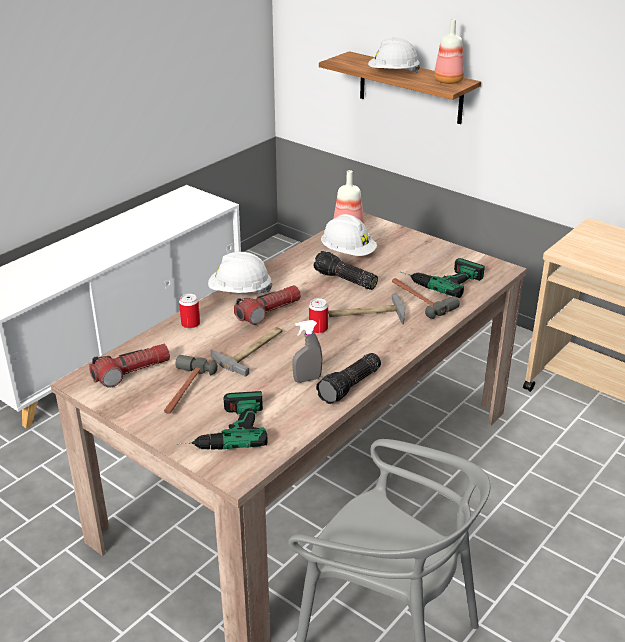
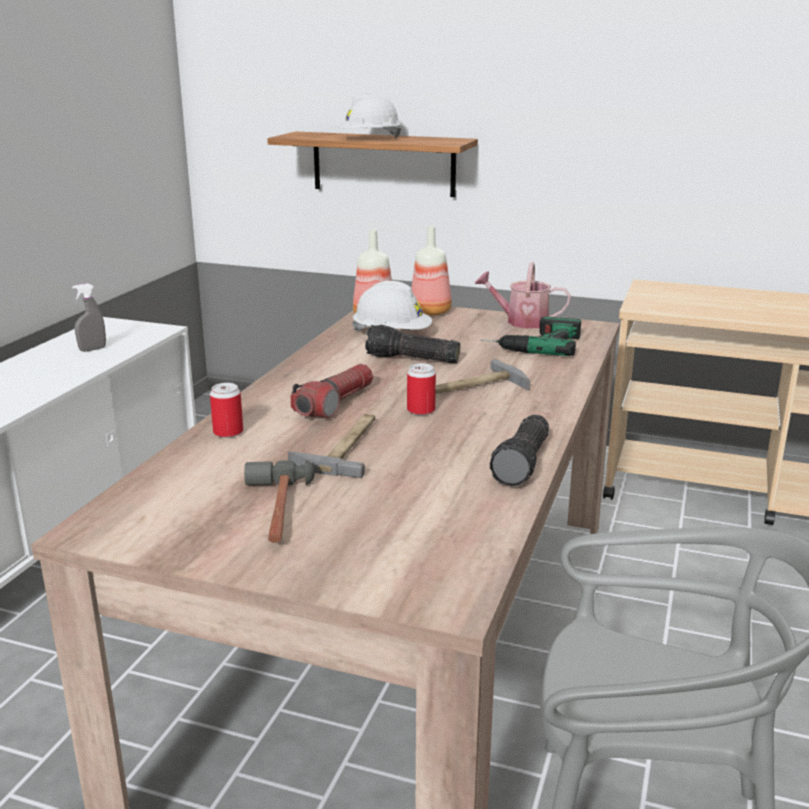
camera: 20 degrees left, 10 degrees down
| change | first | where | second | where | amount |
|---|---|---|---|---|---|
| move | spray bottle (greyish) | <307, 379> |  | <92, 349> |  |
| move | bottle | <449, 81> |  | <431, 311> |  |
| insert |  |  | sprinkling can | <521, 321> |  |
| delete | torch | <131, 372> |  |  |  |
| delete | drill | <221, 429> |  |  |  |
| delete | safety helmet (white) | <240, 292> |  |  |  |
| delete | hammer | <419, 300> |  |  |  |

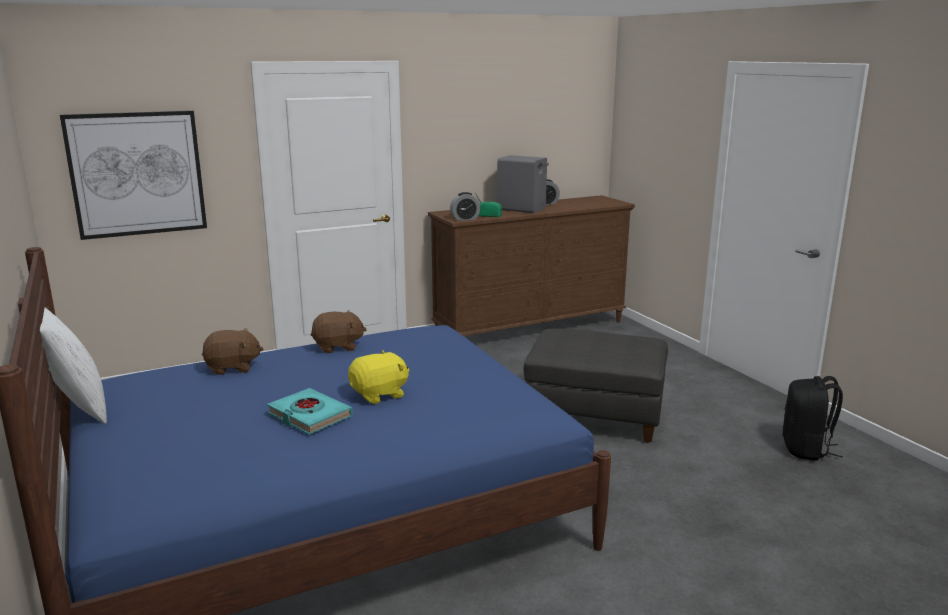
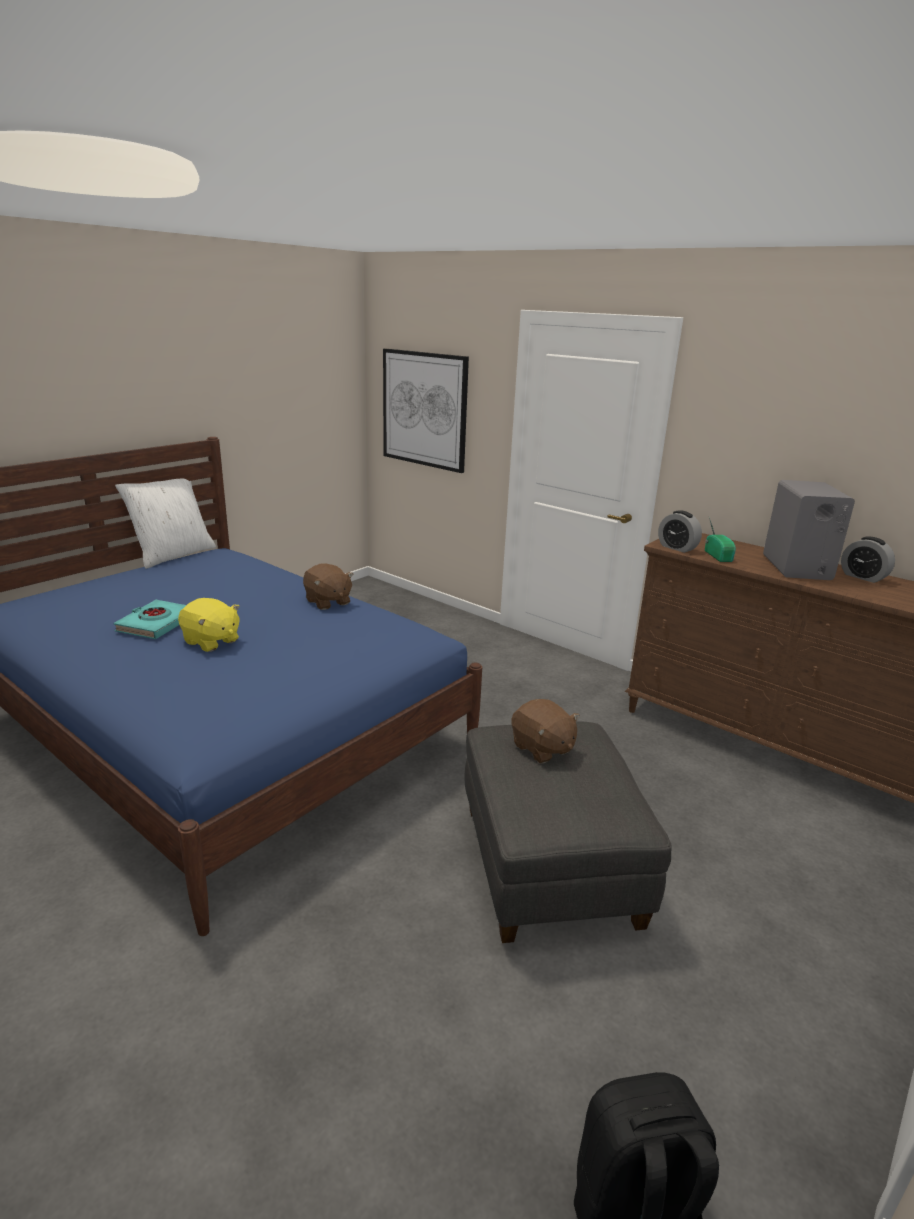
camera: 65 degrees right, 5 degrees up
| change | first | where | second | where | amount |
|---|---|---|---|---|---|
| move | cuddly toy (brown) | <232, 368> |  | <542, 748> |  |

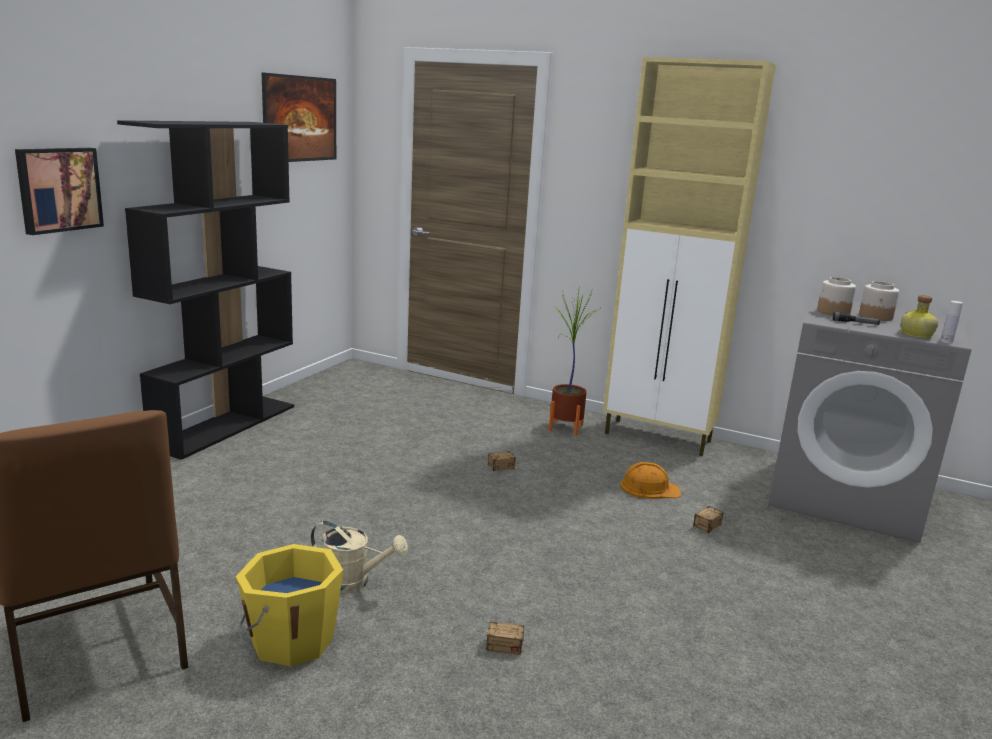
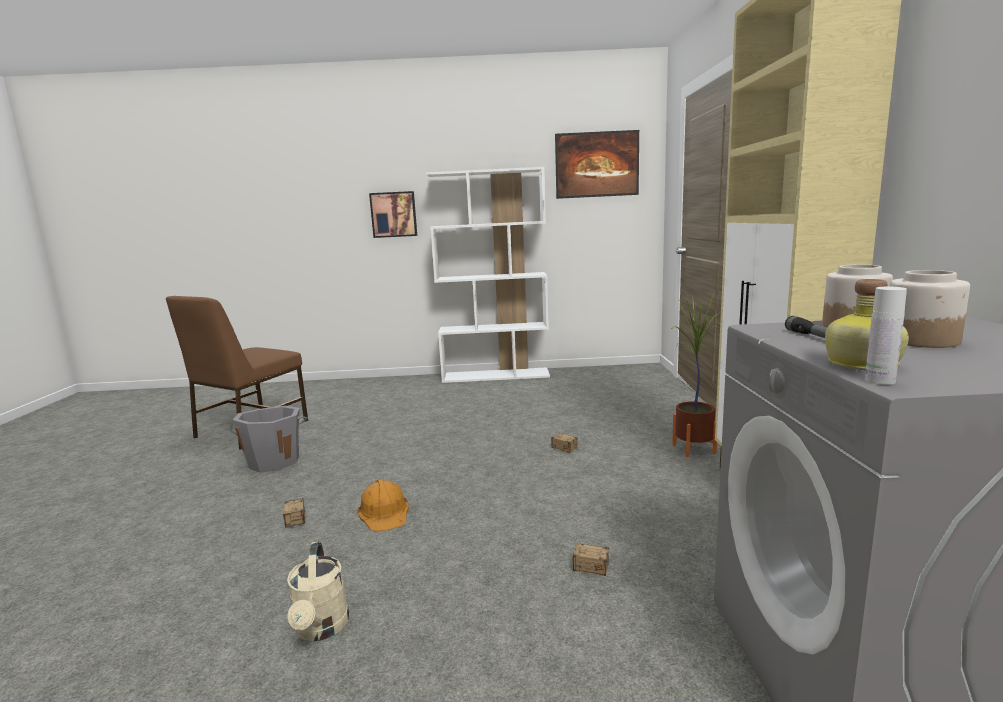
camera: 65 degrees right, 5 degrees down
| change | first | where | second | where | amount |
|---|---|---|---|---|---|
| recolor | water bucket (yellow-coloured) | <290, 640> | water bucket (greyish) | <274, 461> |  |
| move | sprinkling can (beige-coloured) | <354, 581> |  | <321, 629> |  |
| move | safety helmet (orange) | <649, 488> |  | <384, 512> |  |
| recolor | bookshelf (blackish) | <225, 425> | bookshelf (white) | <496, 375> |  |

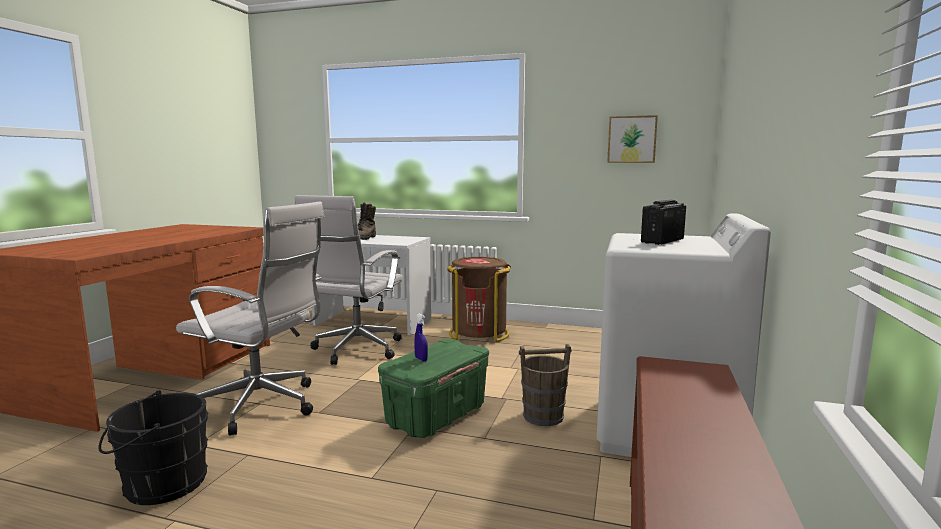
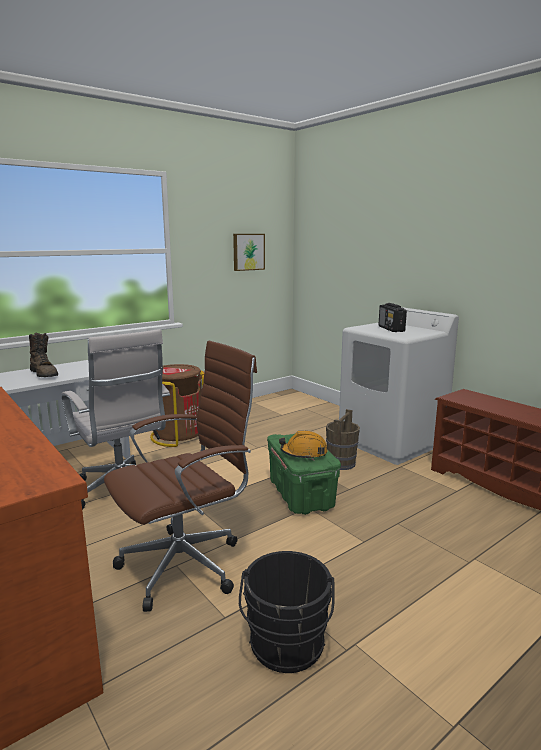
camera: 55 degrees left, 5 degrees up
| change | first | where | second | where | amount |
|---|---|---|---|---|---|
| recolor | office chair (white) | <264, 407> | office chair (brown) | <187, 564> |  |
| replace | spray bottle (blue-coloured) | <421, 359> | safety helmet (orange) | <304, 453> |  |

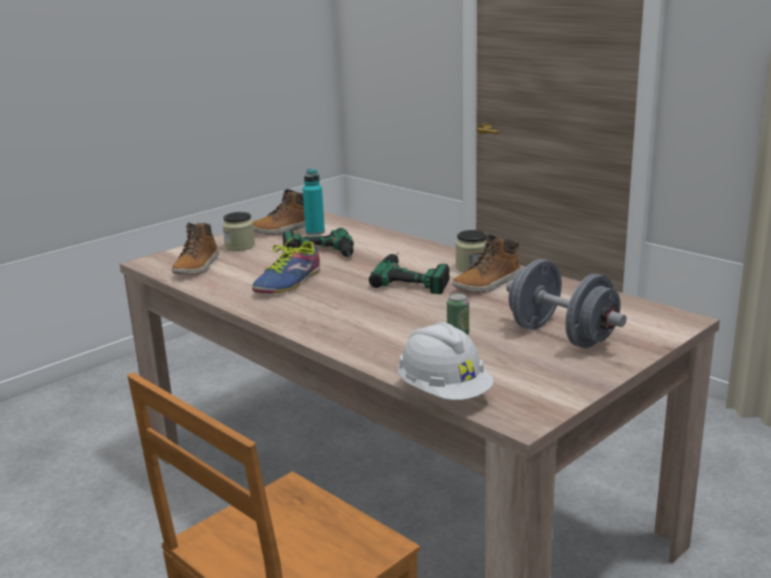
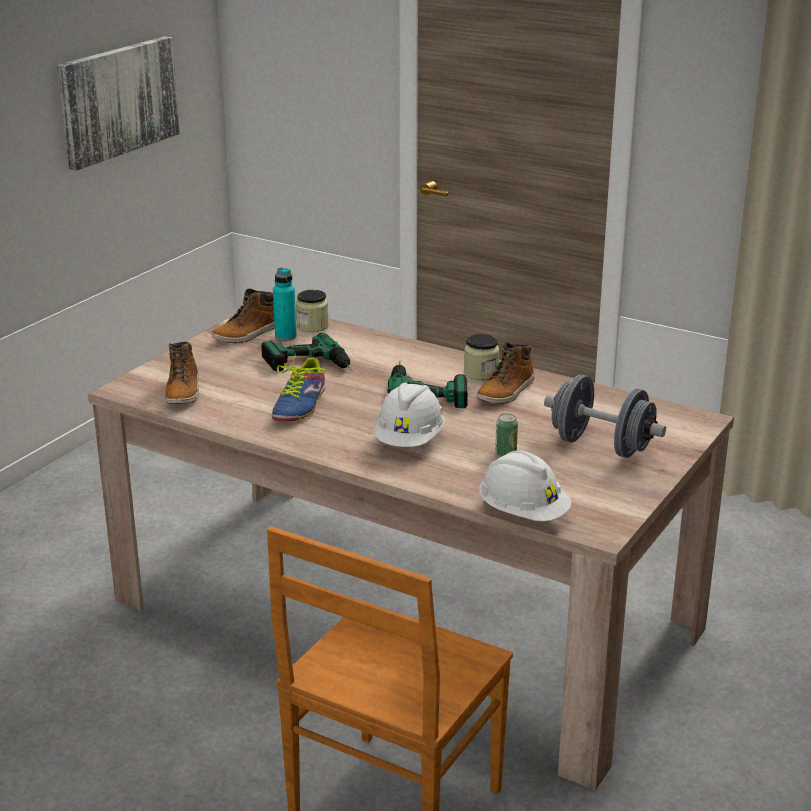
camera: 15 degrees left, 5 degrees up
| change | first | where | second | where | amount |
|---|---|---|---|---|---|
| insert |  |  | wall picture | <118, 100> |  |
| move | jar | <240, 246> |  | <312, 326> |  |
| insert |  |  | safety helmet (white) | <410, 441> |  |

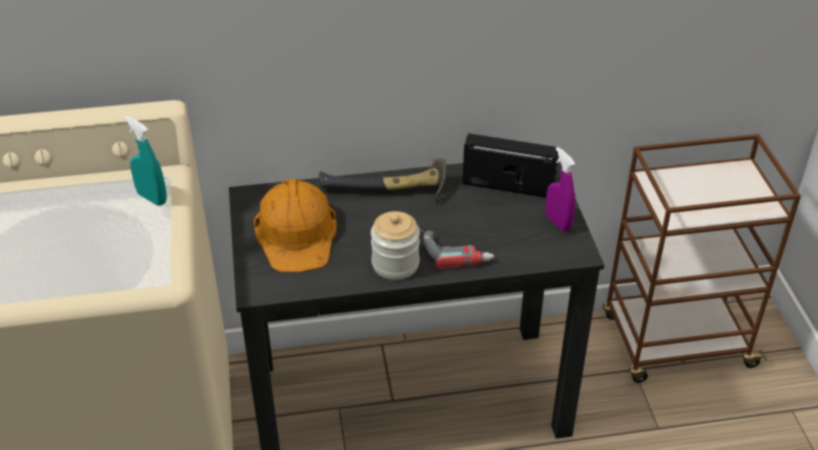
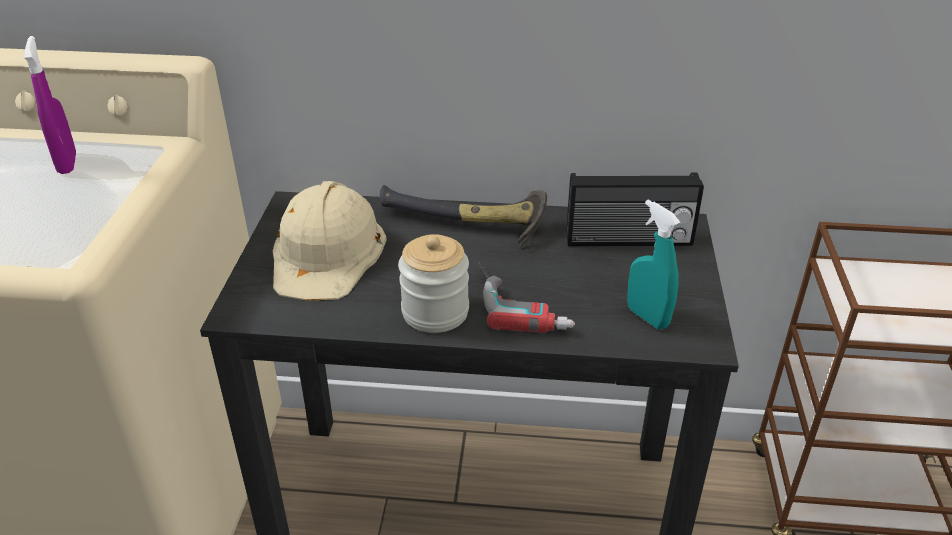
camera: 15 degrees right, 5 degrees down
| change | first | where | second | where | amount |
|---|---|---|---|---|---|
| move | spray bottle (purple-coloured) | <557, 223> |  | <67, 163> |  |
| recolor | safety helmet (orange) | <297, 232> | safety helmet (beige-coloured) | <327, 253> |  |
| rotate | radio receiver | <508, 184> |  | <629, 240> | 150 degrees clockwise |
| move | spray bottle (turquoise) | <152, 198> |  | <647, 317> |  |

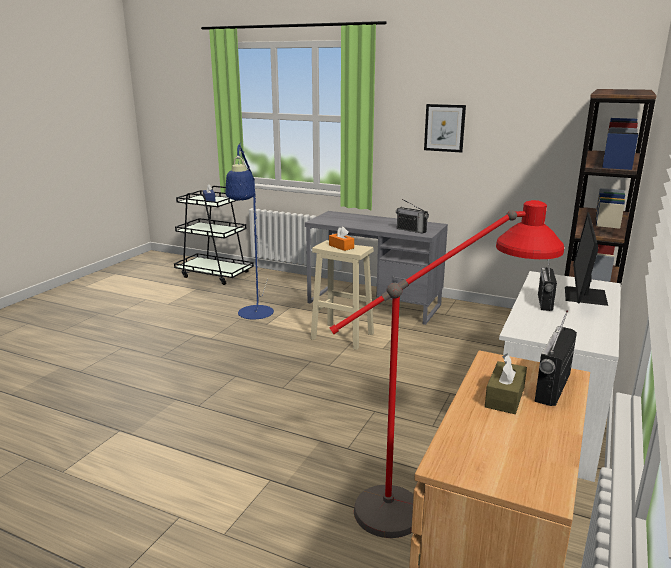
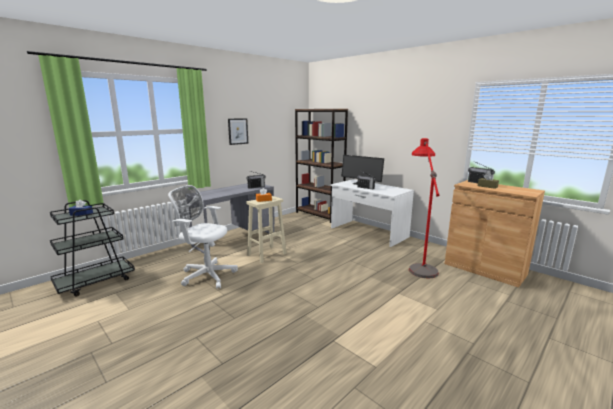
camera: 70 degrees left, 5 degrees down
| change | first | where | second | where | amount |
|---|---|---|---|---|---|
| replace | standard lamp (blue-coloured) | <254, 316> | office chair (white) | <206, 275> |  |

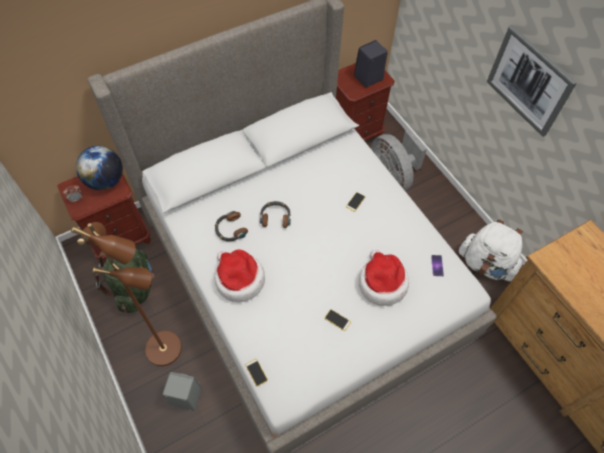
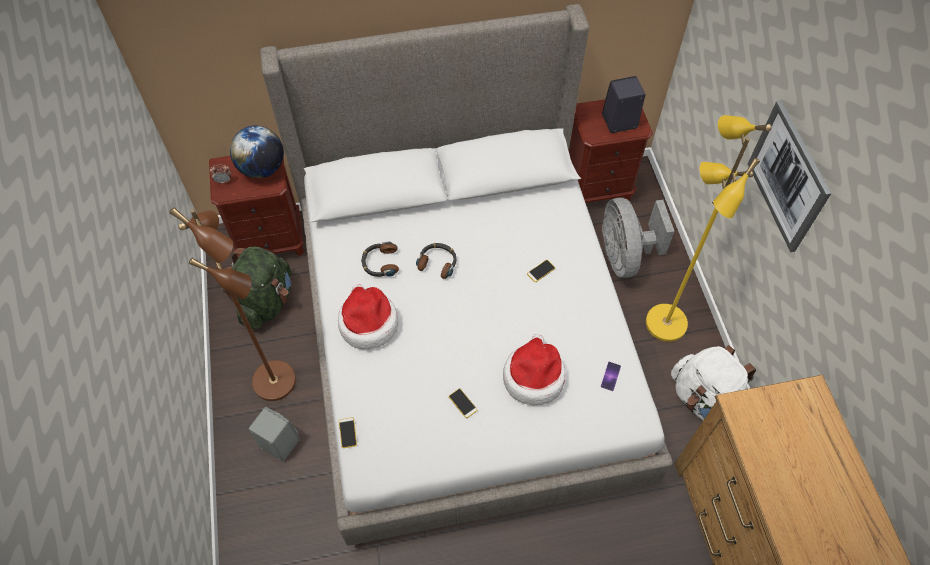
camera: 20 degrees right, 0 degrees up
| change | first | where | second | where | amount |
|---|---|---|---|---|---|
| insert |  |  | standard lamp (yellow-coloured) | <664, 323> |  |

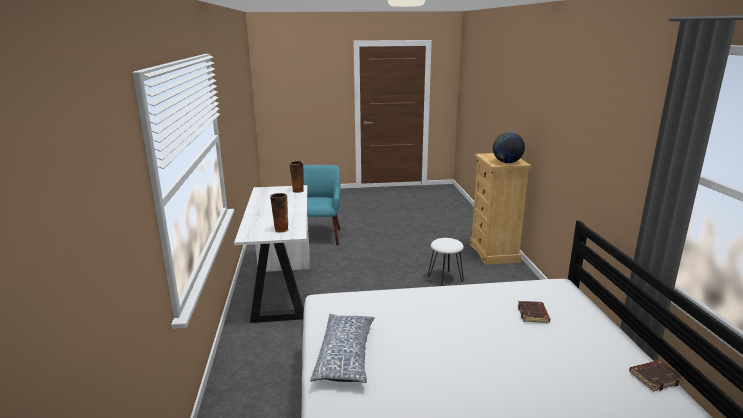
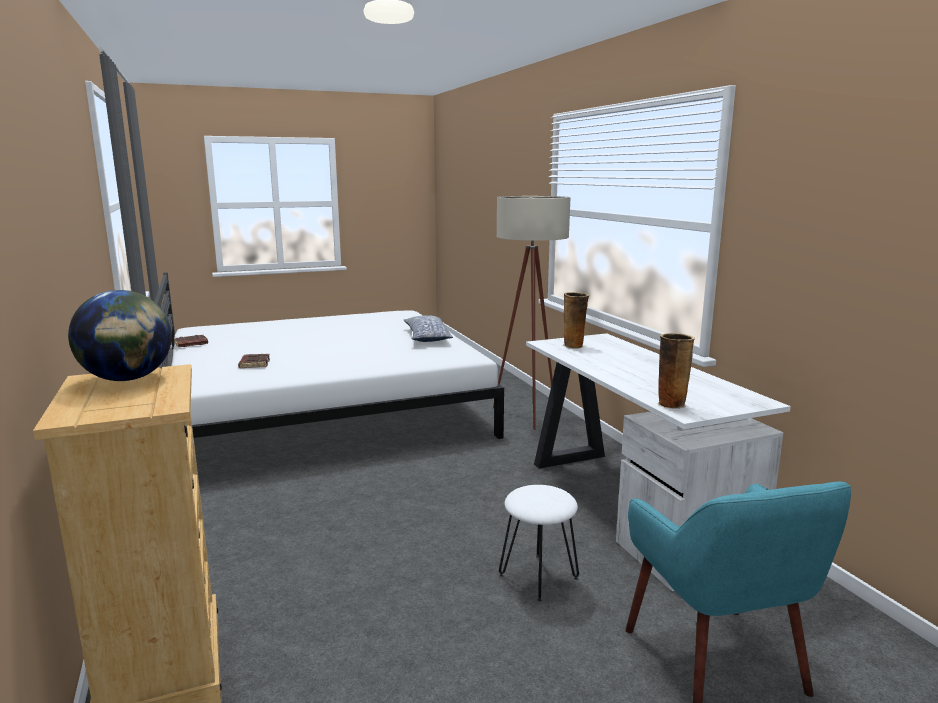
camera: 165 degrees right, 5 degrees down
| change | first | where | second | where | amount |
|---|---|---|---|---|---|
| insert |  |  | standard lamp (beige-coloured) | <528, 417> |  |
| move | sitting stool (white) | <445, 279> |  | <538, 576> |  |

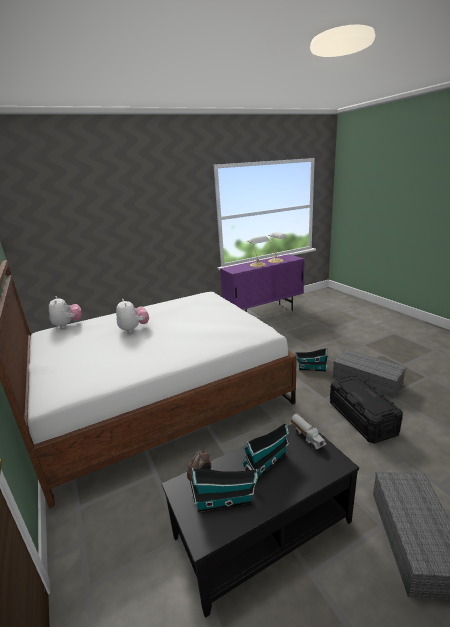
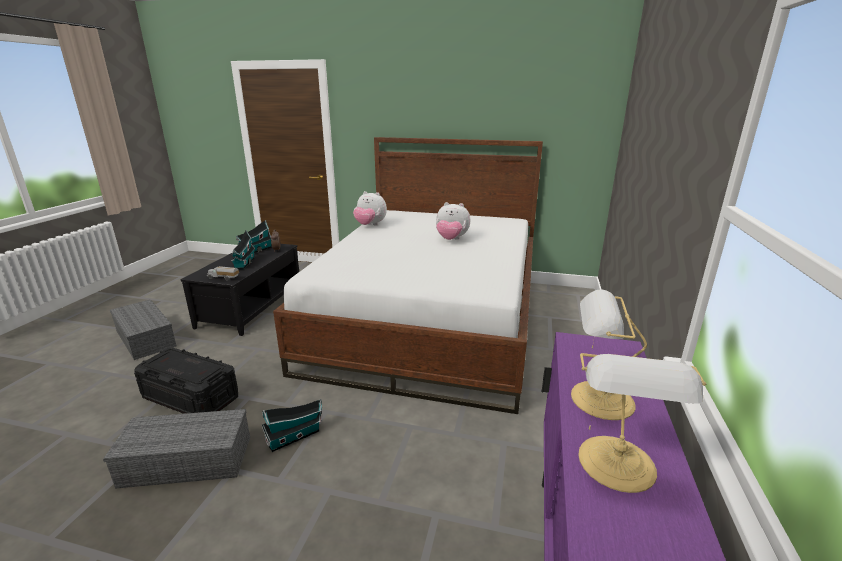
camera: 130 degrees right, 0 degrees up
| change | first | where | second | where | amount |
|---|---|---|---|---|---|
| move | cuddly toy | <68, 325> |  | <370, 225> |  |

